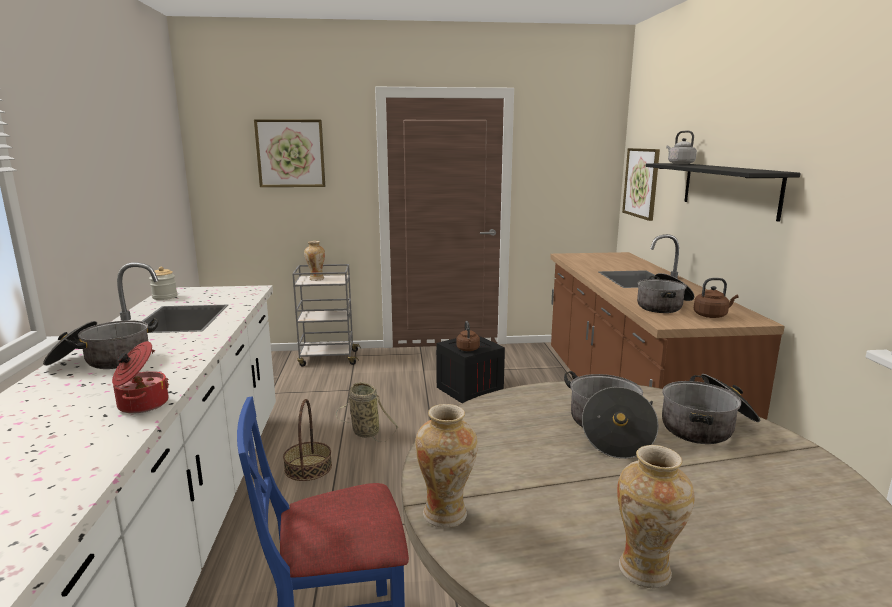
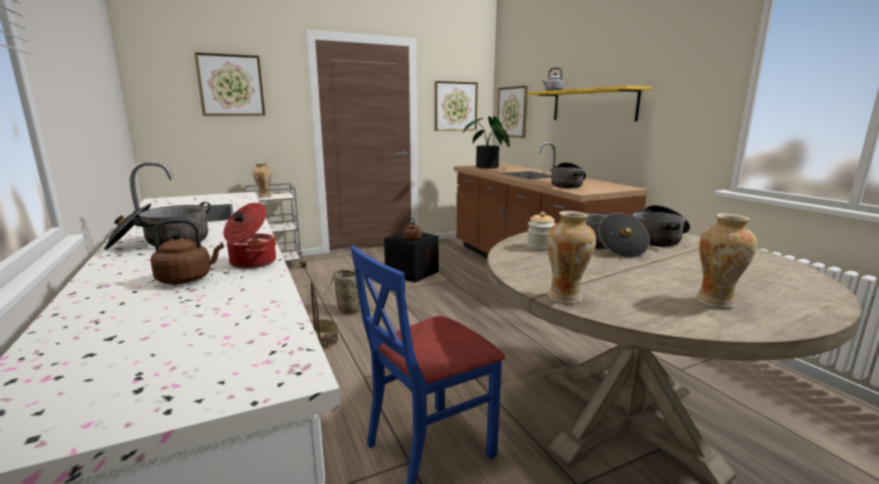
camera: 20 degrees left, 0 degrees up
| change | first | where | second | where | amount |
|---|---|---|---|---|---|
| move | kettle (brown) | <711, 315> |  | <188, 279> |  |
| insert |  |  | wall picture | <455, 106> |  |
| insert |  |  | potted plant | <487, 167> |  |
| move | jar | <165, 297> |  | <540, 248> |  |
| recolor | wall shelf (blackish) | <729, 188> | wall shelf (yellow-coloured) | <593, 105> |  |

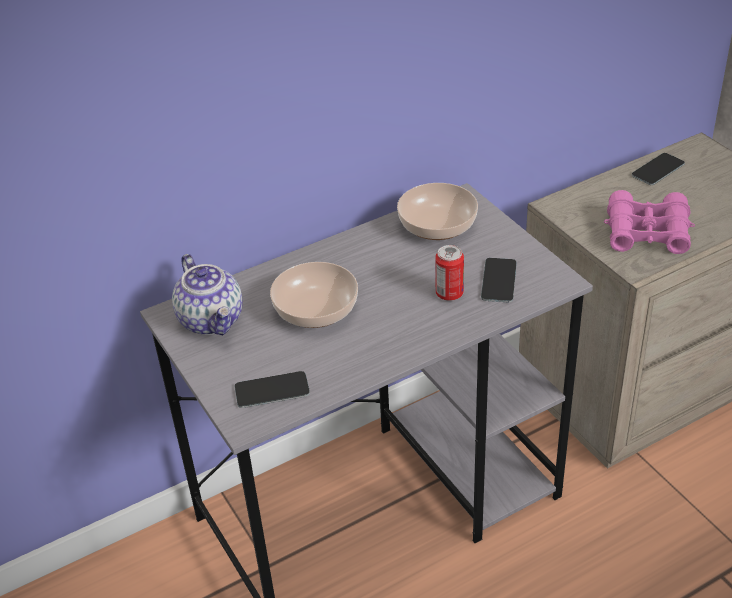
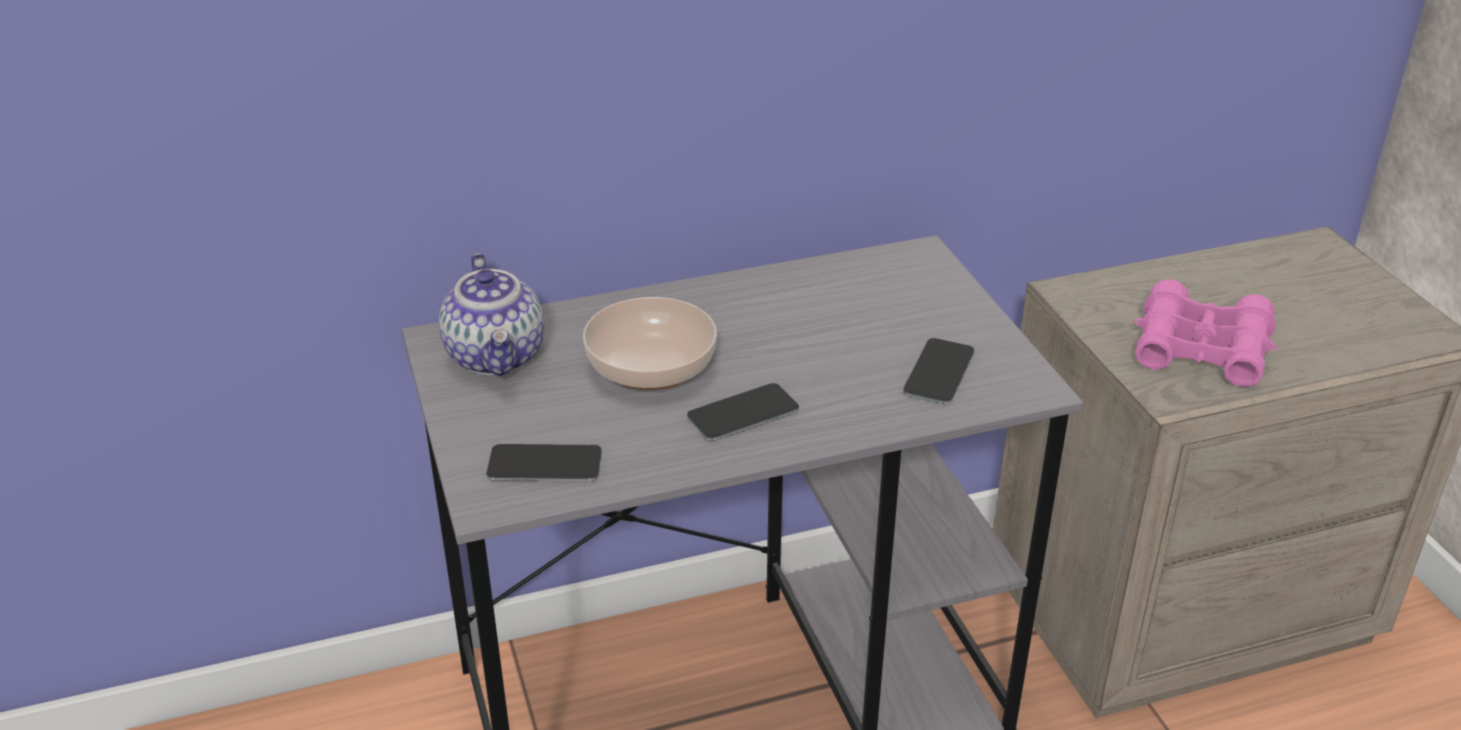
camera: 10 degrees right, 5 degrees down
| change | first | where | second | where | amount |
|---|---|---|---|---|---|
| move | handset | <658, 169> |  | <743, 413> |  |
| delete | bowl | <436, 225> |  |  |  |
| delete | can | <449, 294> |  |  |  |

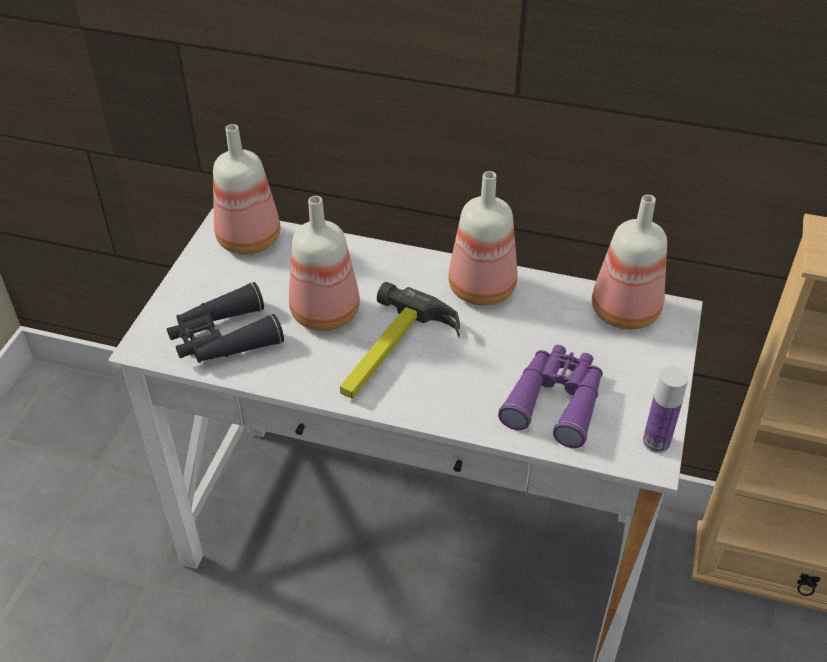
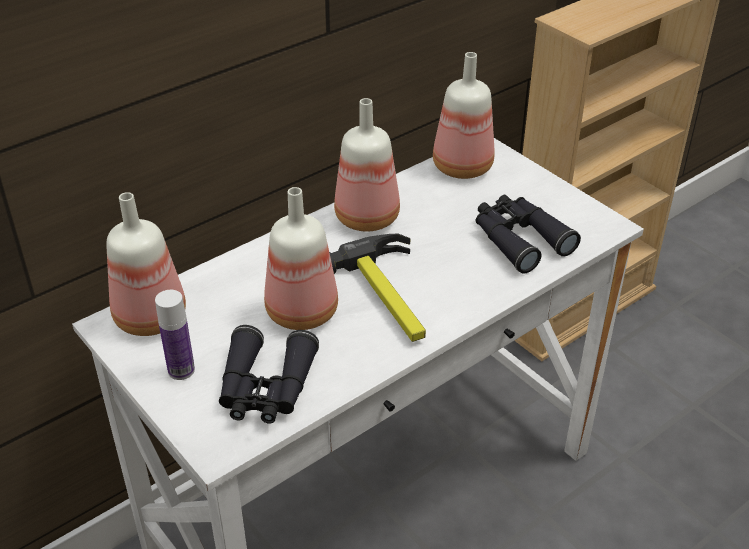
camera: 55 degrees left, 5 degrees down
| change | first | where | second | where | amount |
|---|---|---|---|---|---|
| move | bottle | <656, 442> |  | <181, 370> |  |
| recolor | pair of binoculars (purple-coloured) | <555, 401> | pair of binoculars (blackish) | <519, 239> |  |

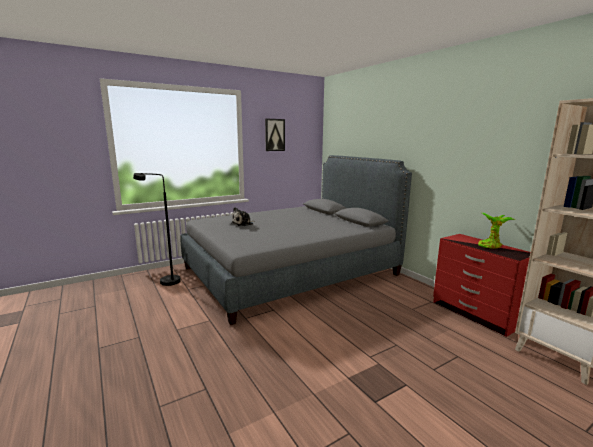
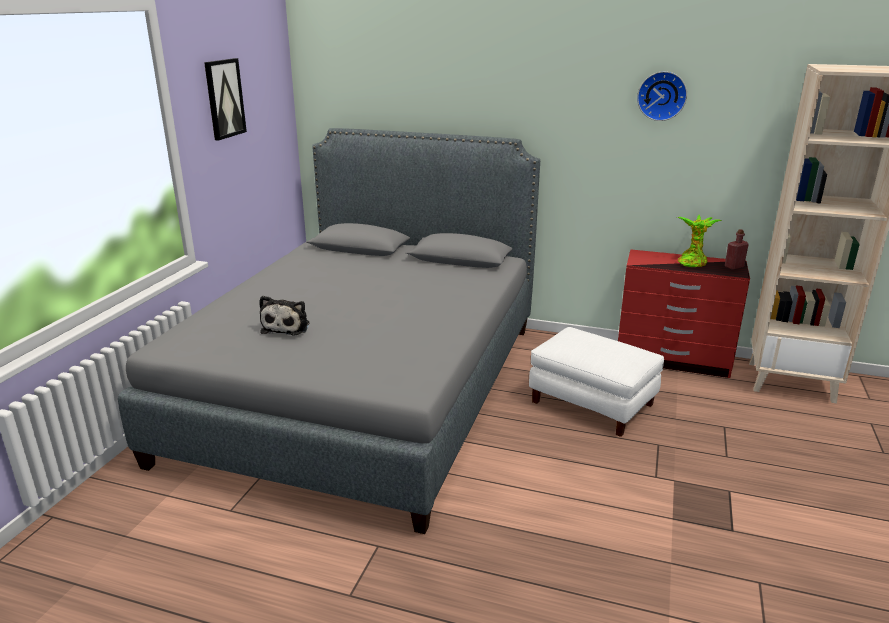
camera: 40 degrees left, 10 degrees up
| change | first | where | second | where | amount |
|---|---|---|---|---|---|
| insert |  |  | footrest (white) | <593, 403> |  |
| insert |  |  | clock on the wall | <662, 96> |  |
| insert |  |  | bottle (red-coloured) | <734, 267> |  |
| delete | standard lamp (blackish) | <165, 281> |  |  |  |

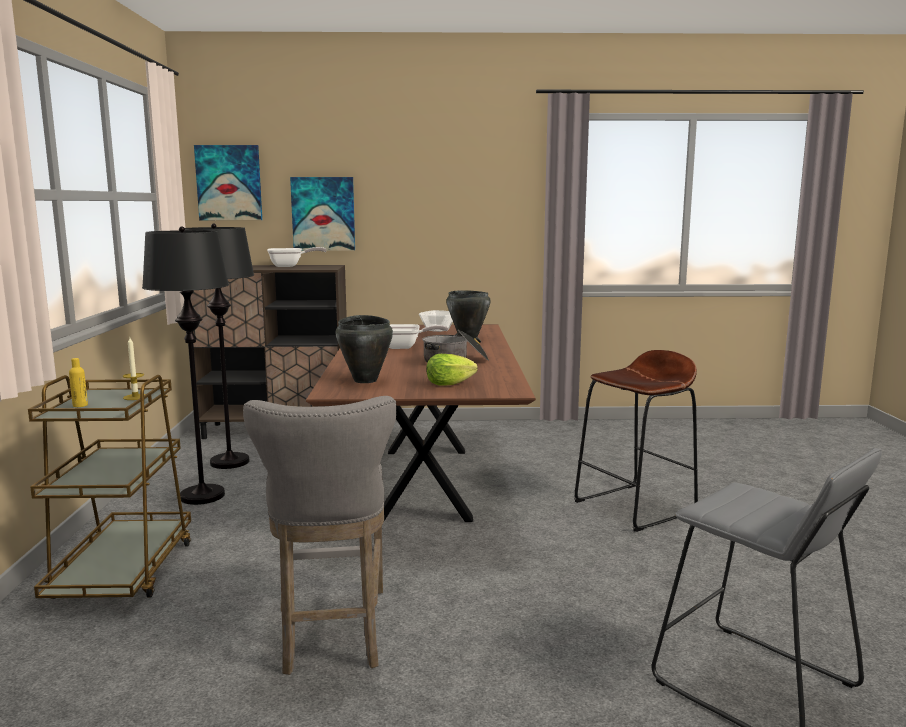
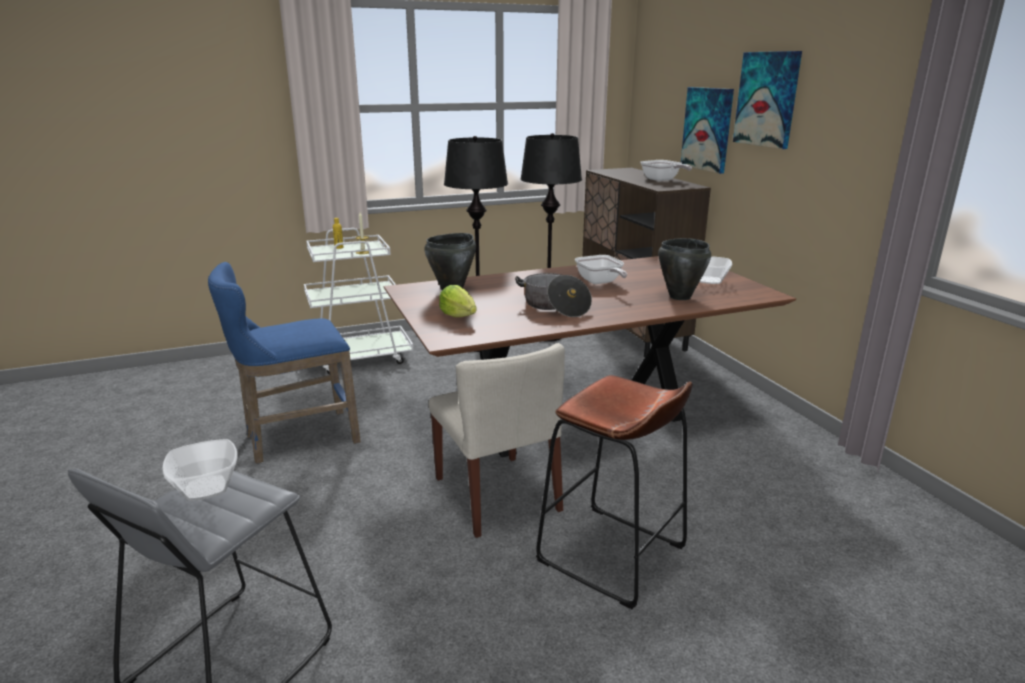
camera: 70 degrees right, 10 degrees up
| change | first | where | second | where | amount |
|---|---|---|---|---|---|
| insert |  |  | bowl | <205, 489> |  |
| recolor | sitting stool (greyish) | <332, 633> | sitting stool (blue-coloured) | <296, 439> |  |
| recolor | cart (brown) | <123, 572> | cart (white) | <358, 358> |  |
| insert |  |  | chair (beige-coloured) | <497, 494> |  |
| move | wall picture | <229, 183> |  | <767, 99> |  |

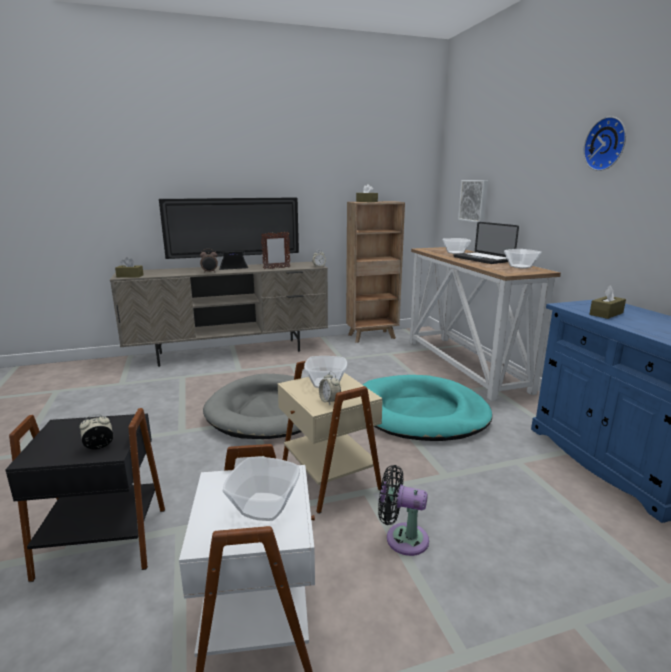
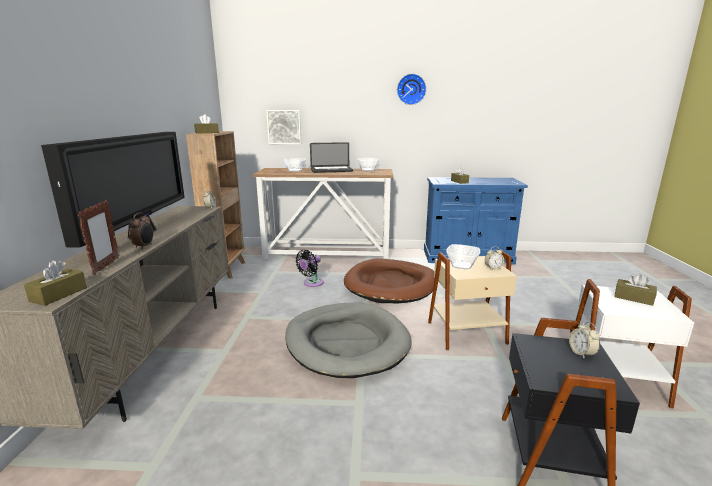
camera: 70 degrees left, 0 degrees up
| change | first | where | second | where | amount |
|---|---|---|---|---|---|
| move | standing frame | <276, 268> |  | <106, 266> |  |
| move | fan (blackish) | <402, 538> |  | <311, 283> |  |
| recolor | dog bed (turquoise) | <421, 413> | dog bed (brown) | <391, 285> |  |
| replace | bowl | <264, 508> | tissue box (brown) | <633, 298> |  |

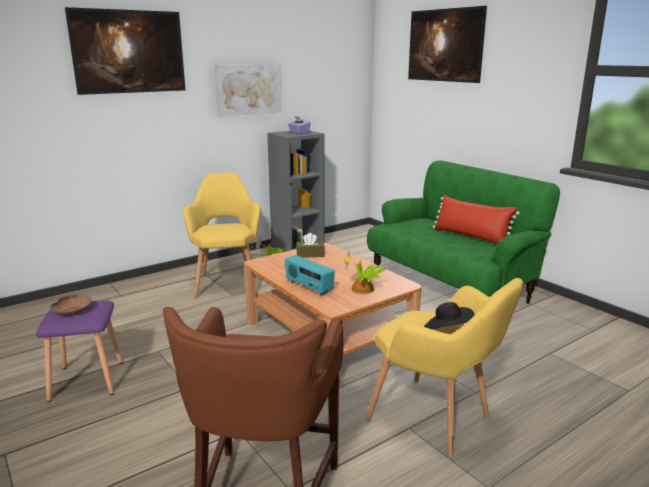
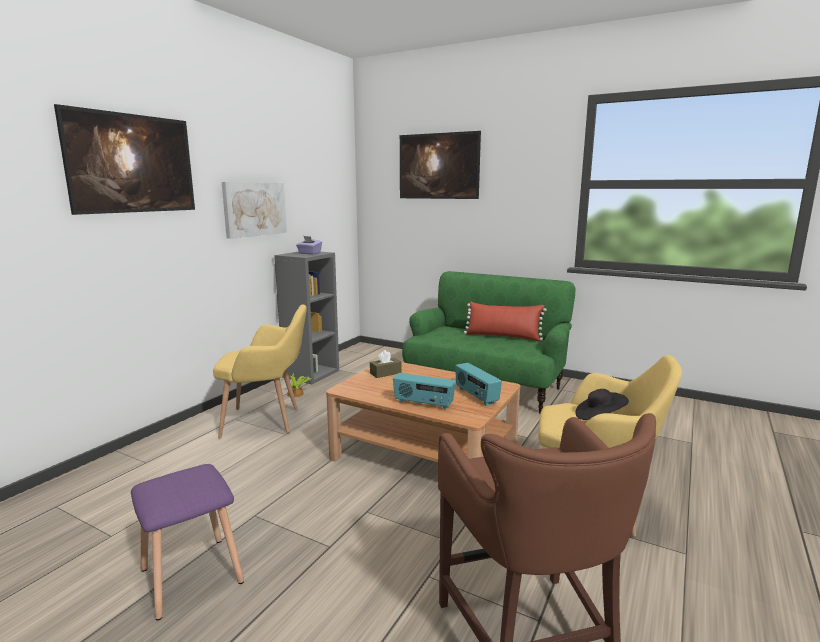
camera: 25 degrees left, 5 degrees down
| change | first | where | second | where | amount |
|---|---|---|---|---|---|
| rotate | easy chair (yellow-coloured) | <227, 282> |  | <267, 422> | 120 degrees clockwise |
| replace | potted plant | <364, 289> | radio receiver | <476, 396> |  |
| delete | bowl (brown) | <73, 310> |  |  |  |

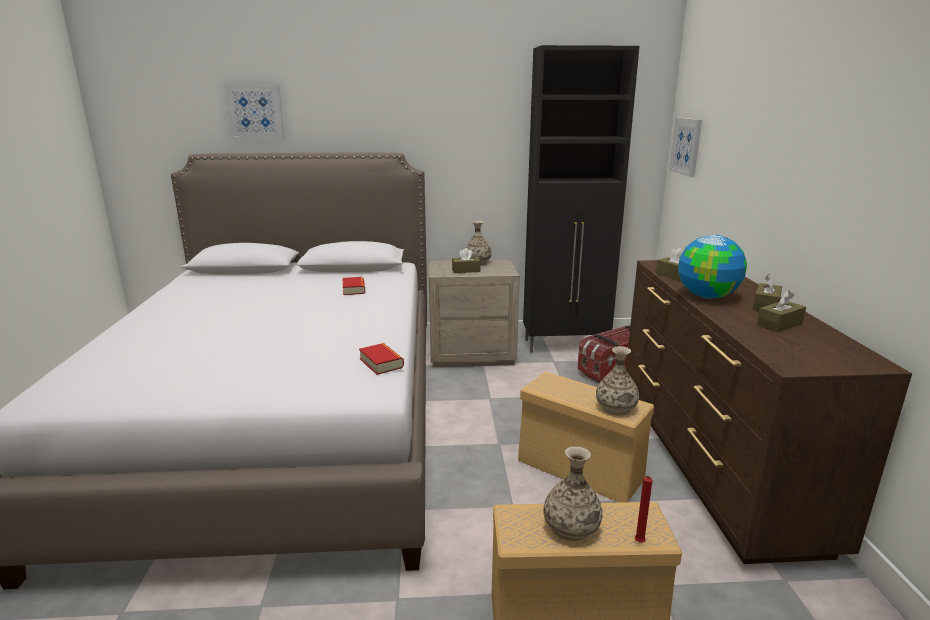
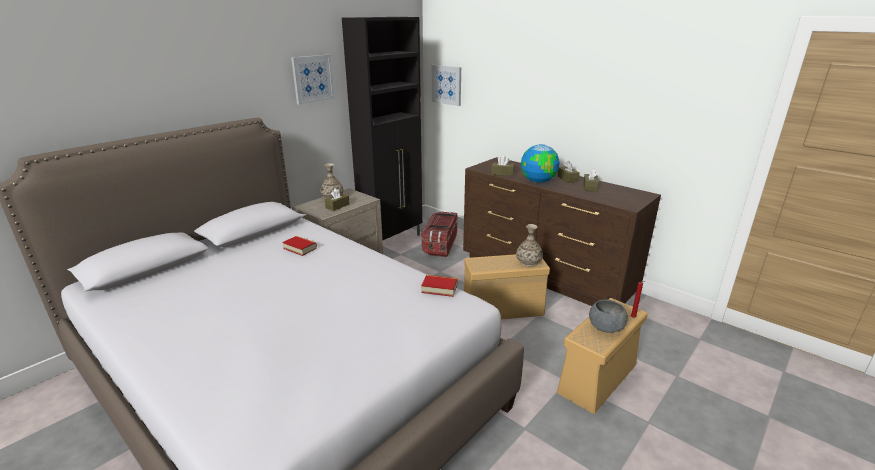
camera: 45 degrees left, 5 degrees up
| change | first | where | second | where | amount |
|---|---|---|---|---|---|
| move | wall picture | <255, 111> |  | <312, 78> |  |
| replace | vase | <571, 527> | bowl (greyish) | <605, 327> |  |

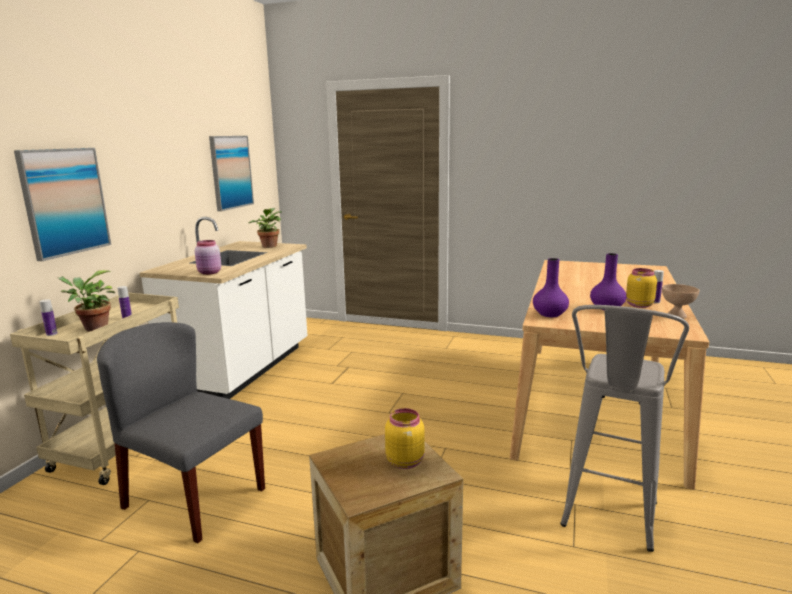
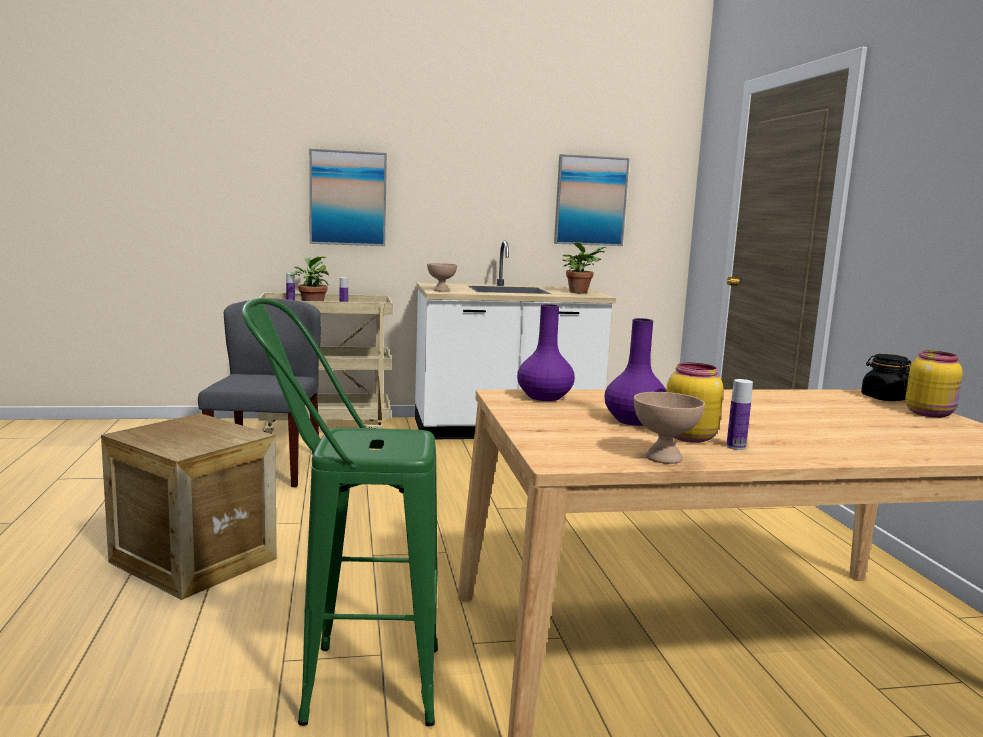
camera: 60 degrees right, 5 degrees down
| change | first | where | second | where | amount |
|---|---|---|---|---|---|
| recolor | sitting stool (greyish) | <607, 525> | sitting stool (greenish) | <346, 684> |  |
| replace | jar (pink-coloured) | <209, 273> | bowl (beige-coloured) | <441, 290> |  |
| insert |  |  | jar (blackish) | <884, 398> |  |
| move | jar (yellow-coloured) | <405, 461> |  | <930, 413> |  |

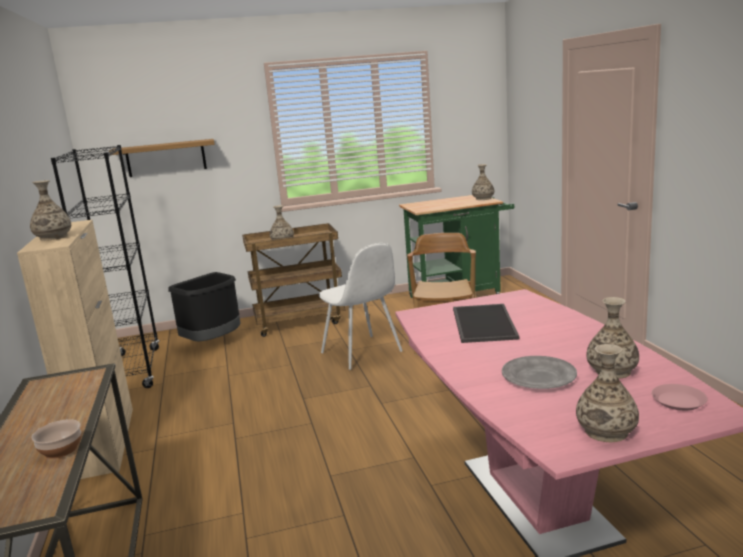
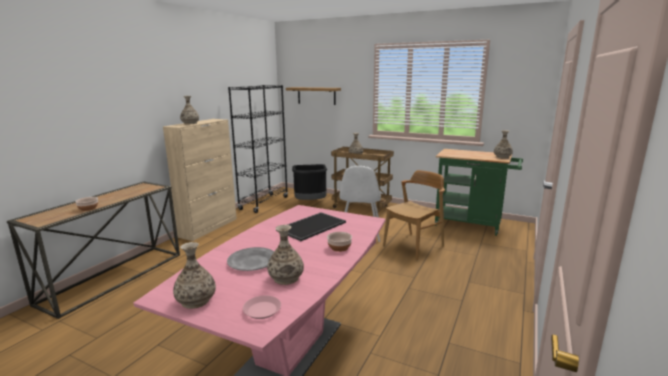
camera: 40 degrees right, 0 degrees up
| change | first | where | second | where | amount |
|---|---|---|---|---|---|
| insert |  |  | bowl | <339, 248> |  |

